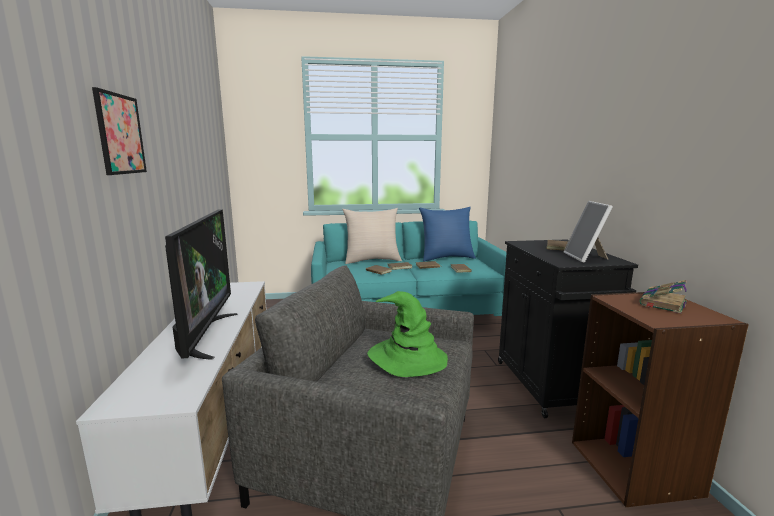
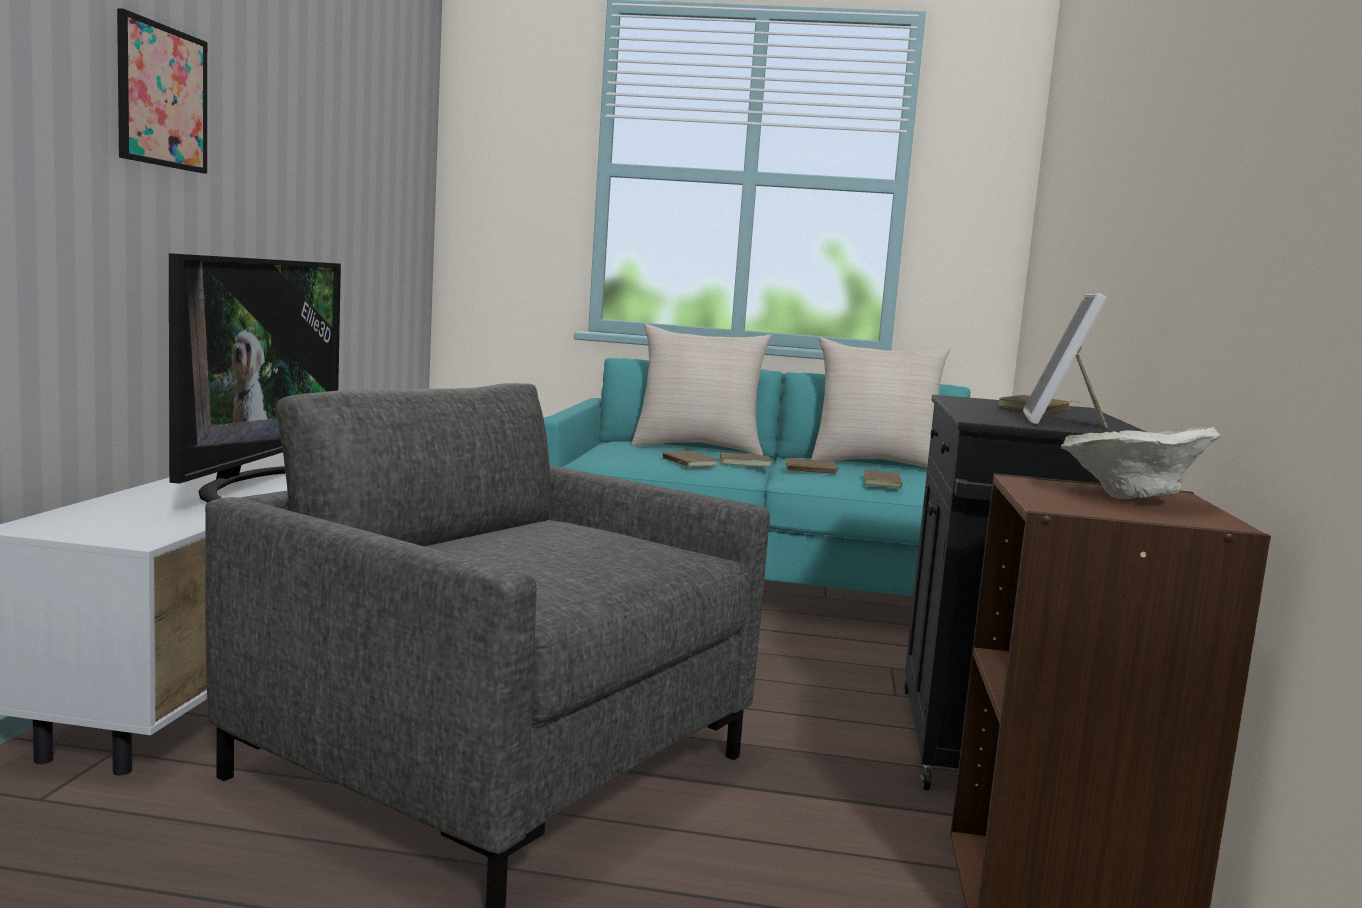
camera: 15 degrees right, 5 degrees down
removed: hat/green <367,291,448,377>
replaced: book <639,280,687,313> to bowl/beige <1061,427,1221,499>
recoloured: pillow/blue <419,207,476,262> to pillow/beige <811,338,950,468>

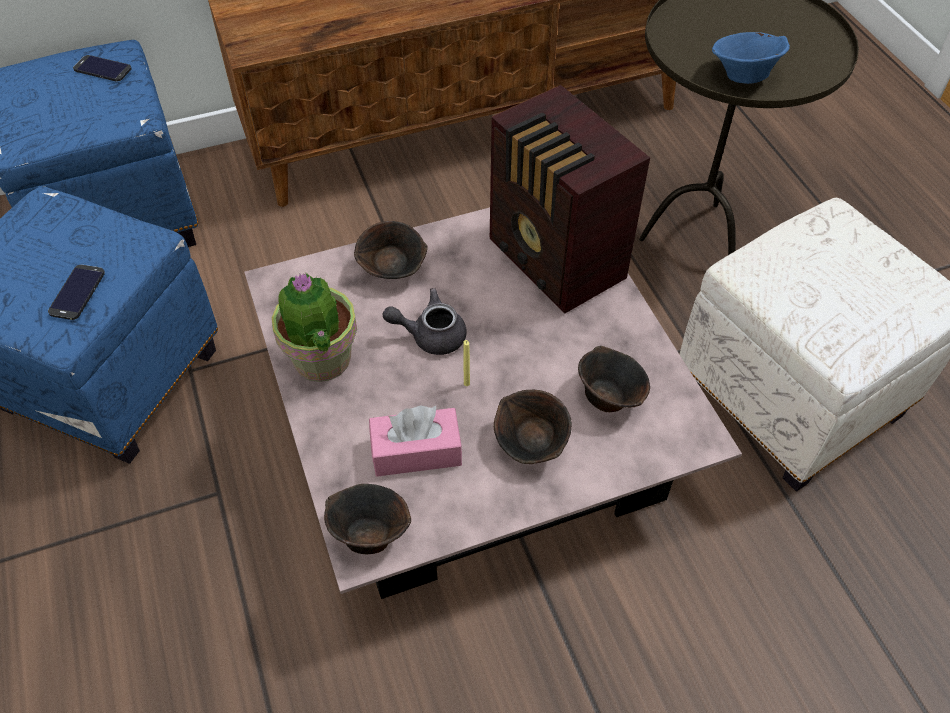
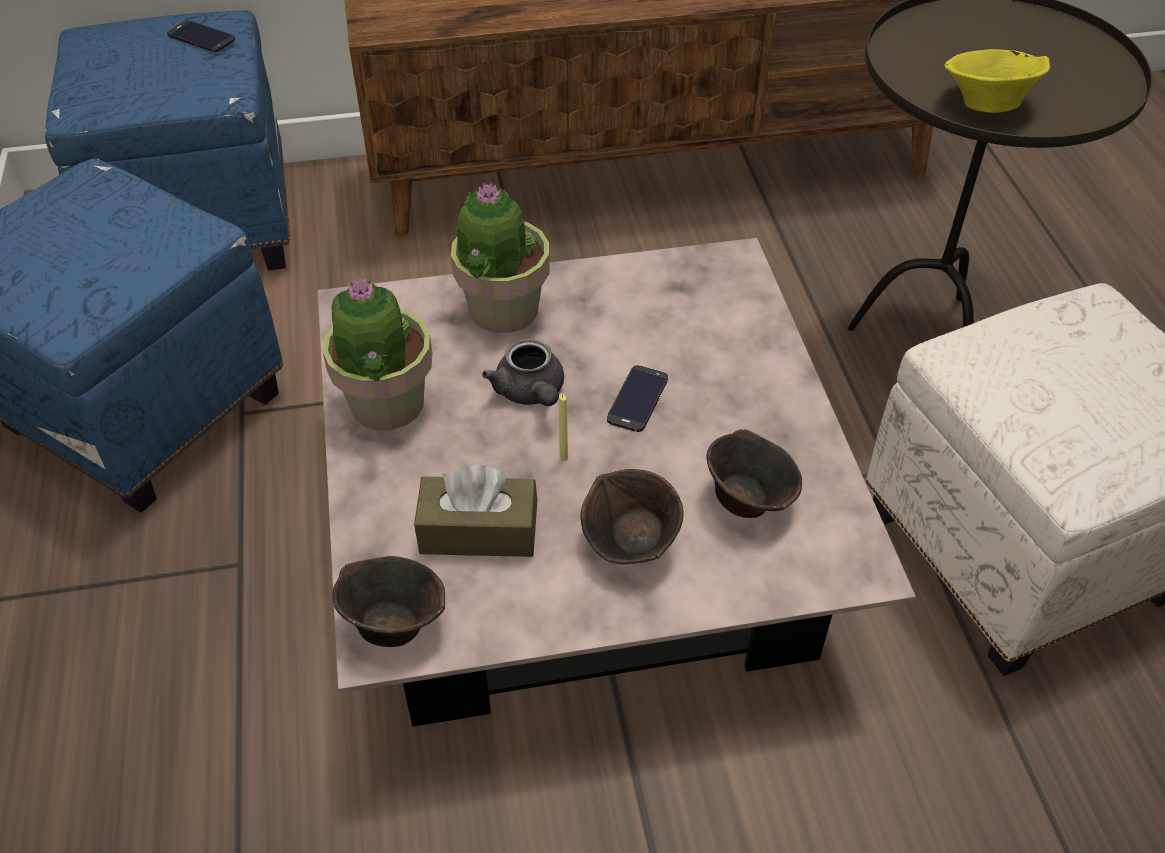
camera: 10 degrees right, 5 degrees down
removed: radio <490,85,650,314>
moved: phone <48,265,105,320> to <607,365,668,432>
replaced: bowl/brown <354,221,428,279> to potted plant <451,182,550,333>
recoloured: bowl/blue <712,32,790,84> to bowl/yellow <944,49,1050,113>; tissue box/pink <369,405,462,476> to tissue box/brown <414,465,537,557>
turned: teapot/grey <383,288,467,355> = <482,339,564,406> 120 degrees counterclockwise

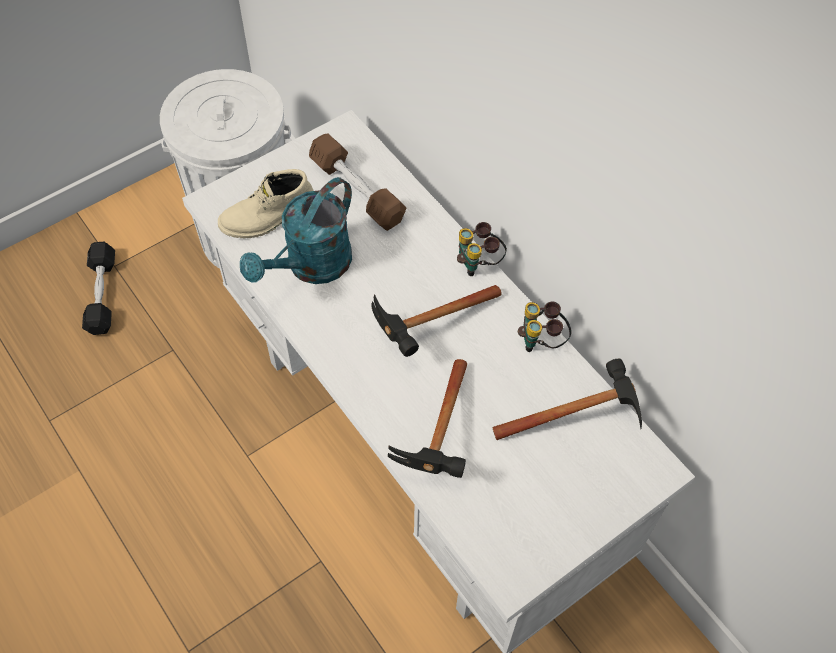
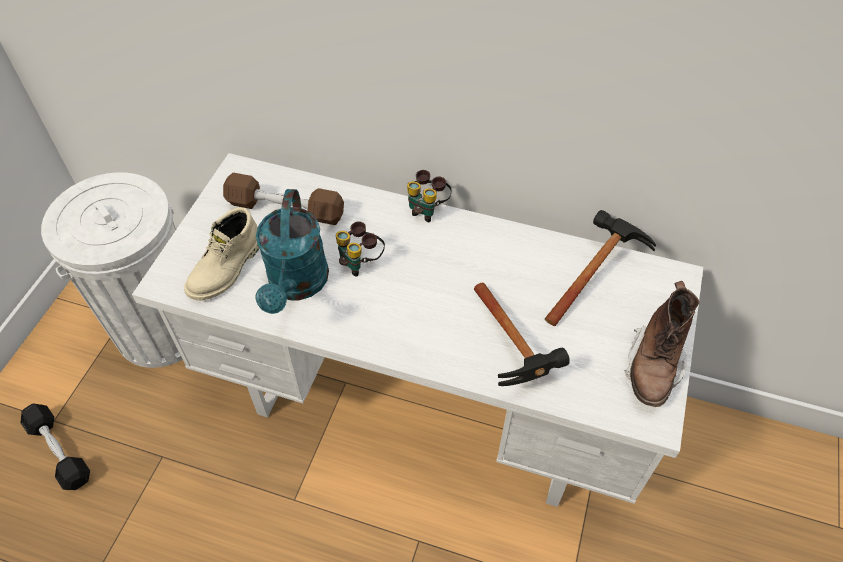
camera: 35 degrees left, 5 degrees down
removed: hammer <371,285,501,357>
added: boot/brown <625,281,699,407>
moved: binoculars <518,302,571,352> to <336,221,385,277>

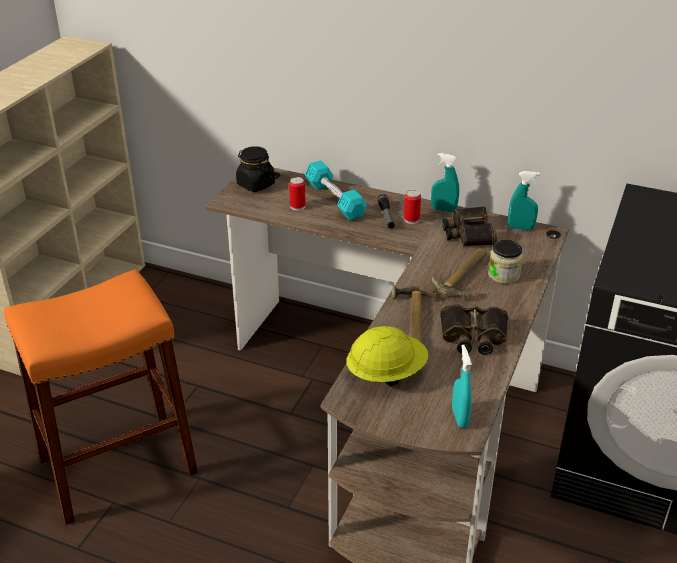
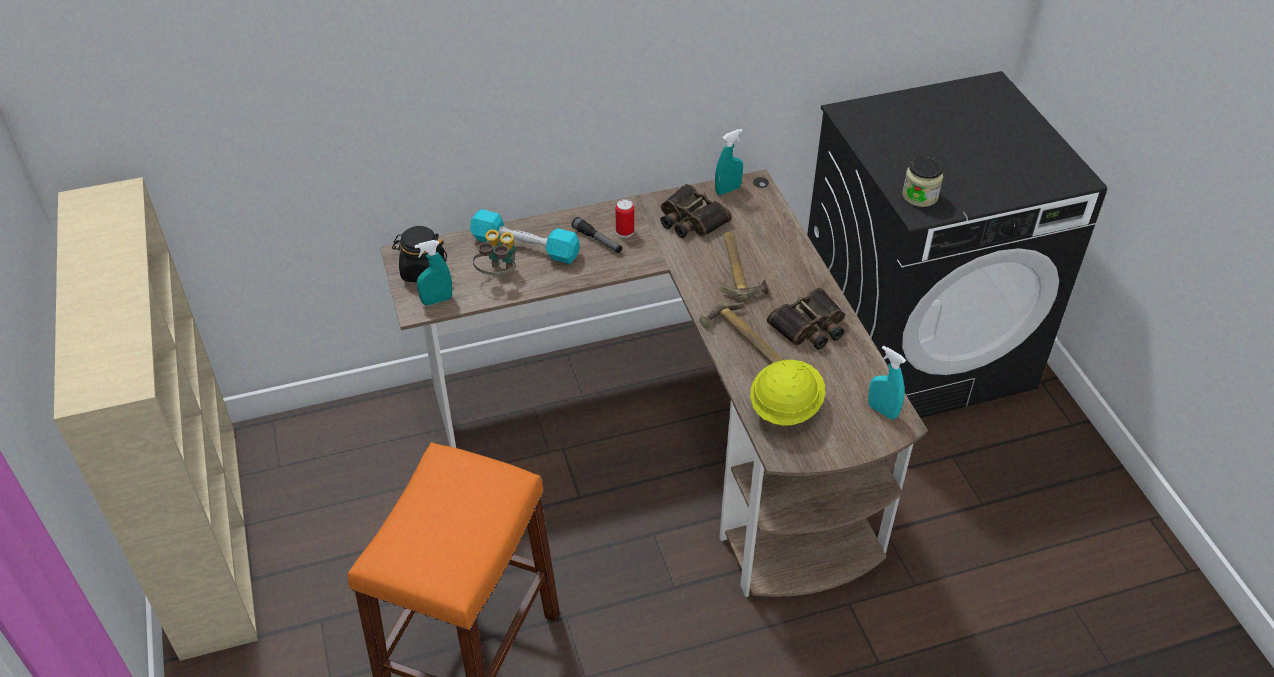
camera: 40 degrees left, 10 degrees up
moved: spray bottle/turquoise <431,153,459,212> to <414,240,452,305>; jar <488,240,523,284> to <902,156,944,207>
replaced: can <289,177,306,211> to binoculars <473,229,516,276>

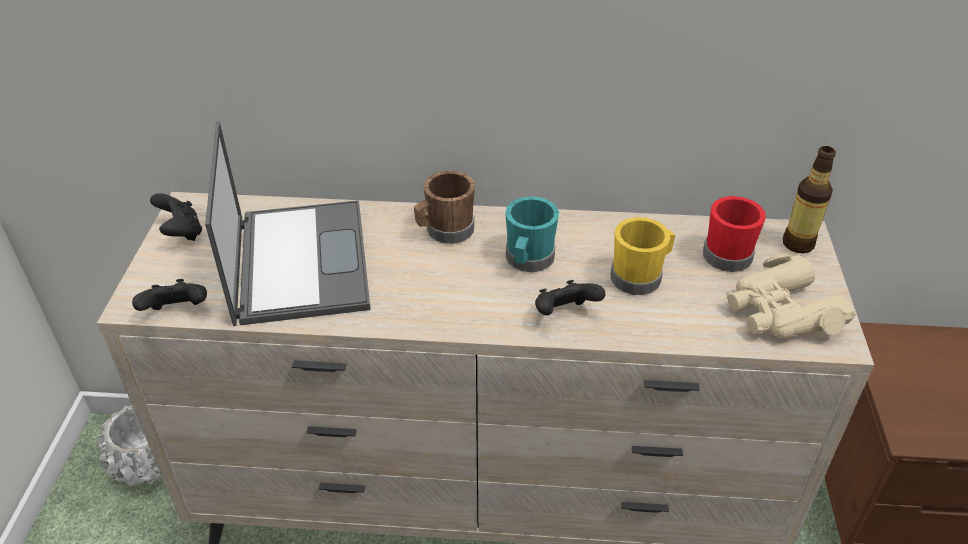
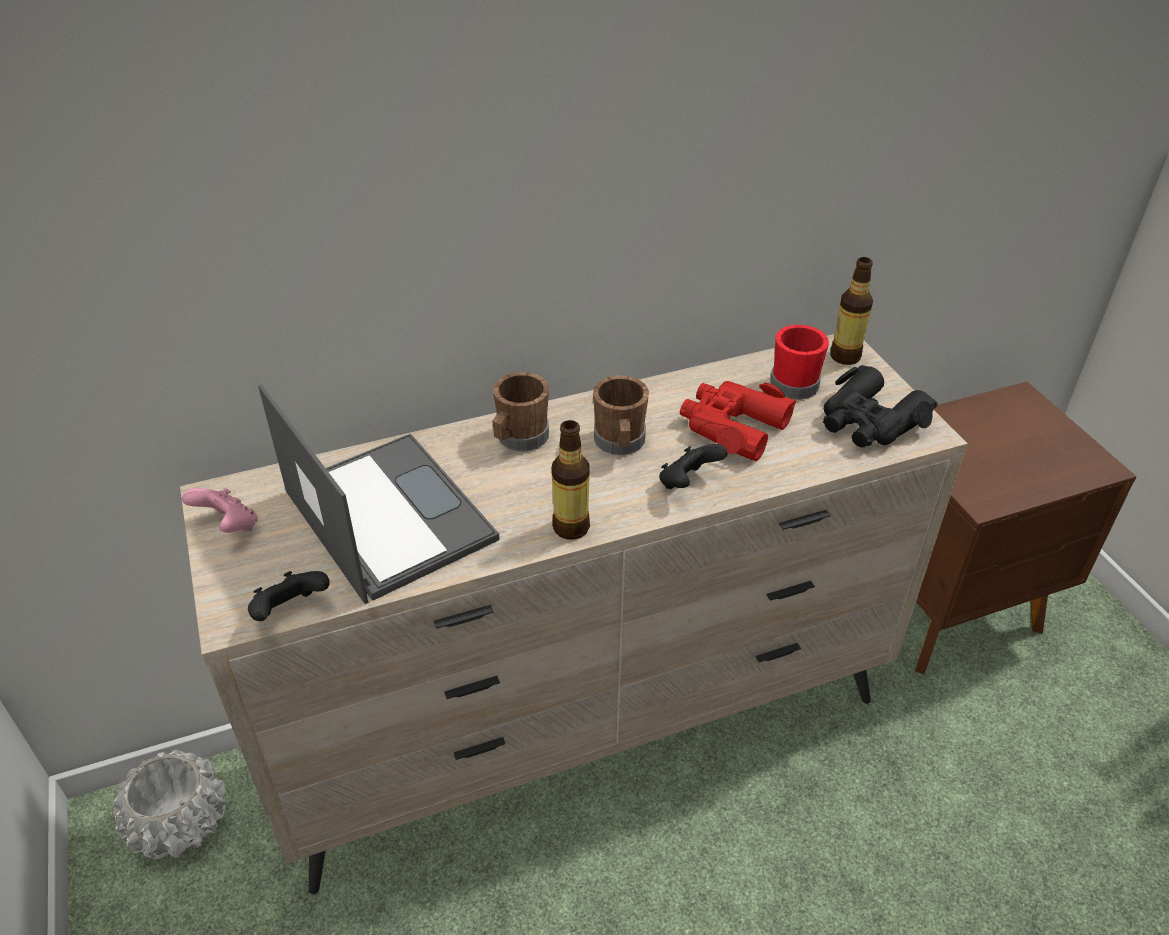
camera: 25 degrees left, 0 degrees up
added: bottle <551,420,590,540>
replaced: mug/yellow <611,217,675,295> to binoculars/red <680,381,796,461>
recoloured: game controller/black <150,193,202,241> to game controller/pink <182,488,258,533>; mug/turquoise <505,196,559,272> to mug/brown <593,375,649,455>; binoculars/beige <727,254,856,339> to binoculars/black <823,365,938,448>

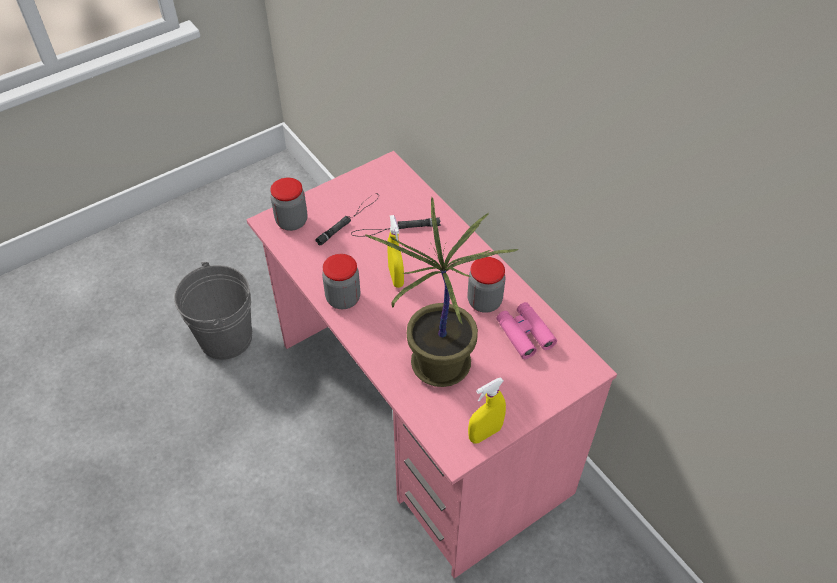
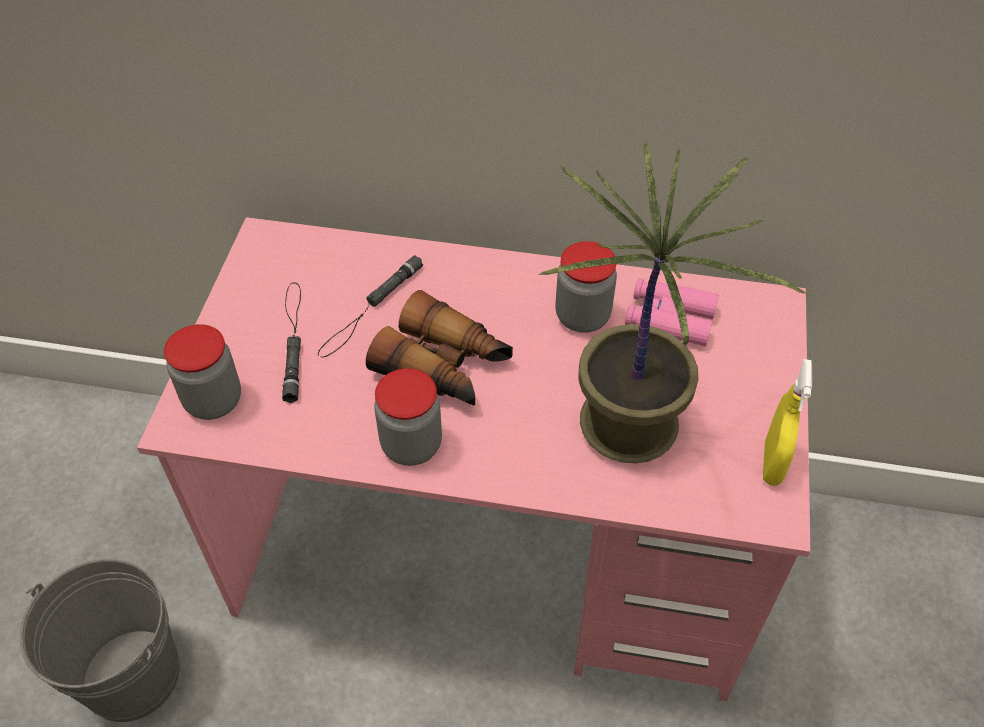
camera: 45 degrees left, 0 degrees up
replaced: spray bottle/yellow <387,215,404,288> to binoculars <366,290,513,405>

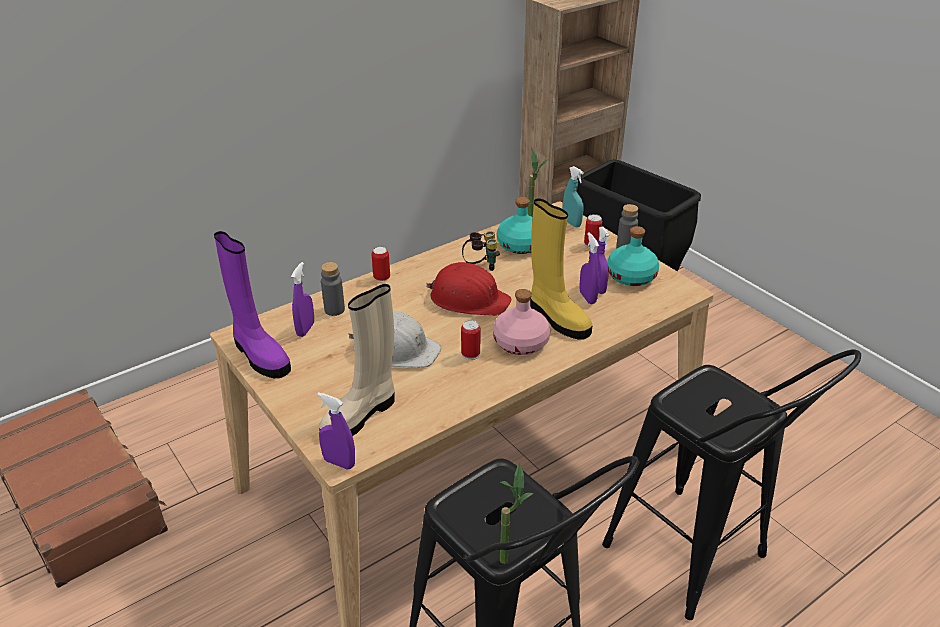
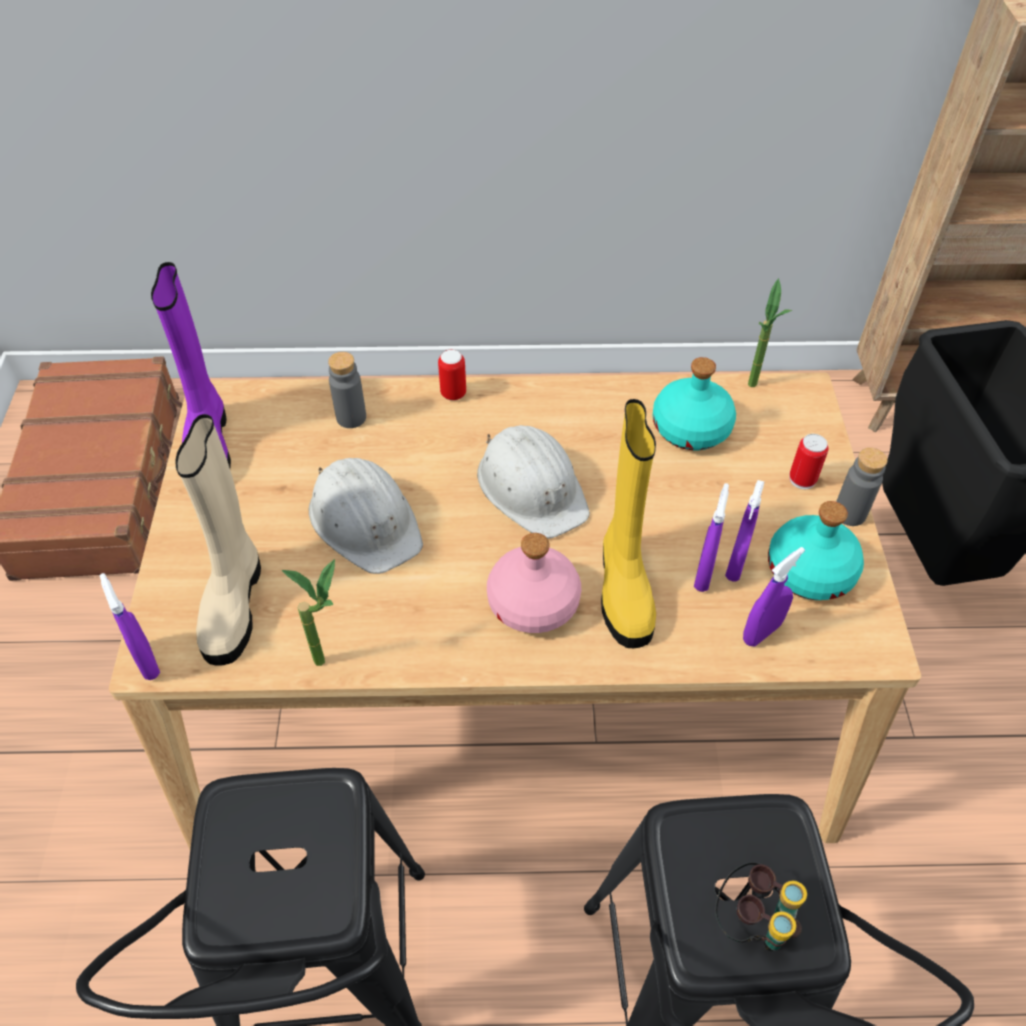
camera: 35 degrees right, 15 degrees up
removed: spray bottle/turquoise <563,166,584,227>; can <461,320,481,360>
moved: binoculars <462,231,500,271> to <715,862,807,951>; spray bottle/purple <291,262,314,337> to <743,547,805,647>; potted plant <500,463,533,564> to <282,559,335,666>
recoloured: hard hat/red <427,262,512,316> to hard hat/white <477,425,590,539>
turned: boot/beige <319,284,395,436> = <175,414,261,665> 75 degrees counterclockwise

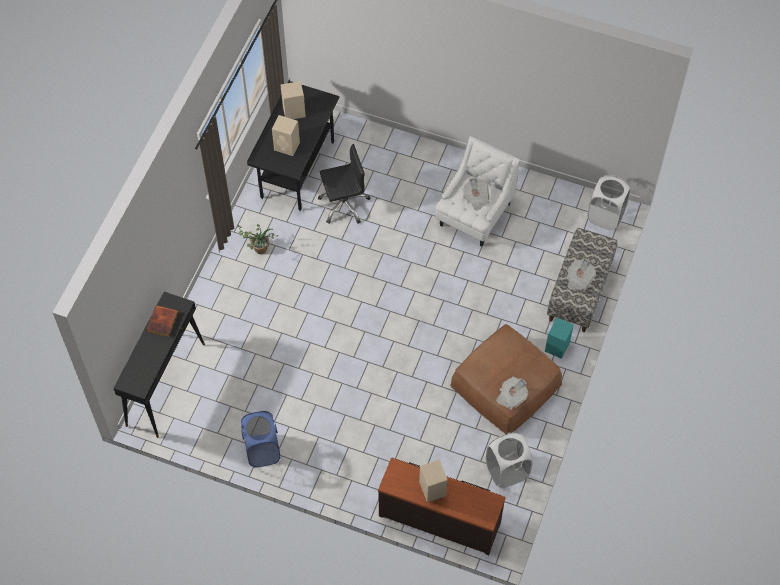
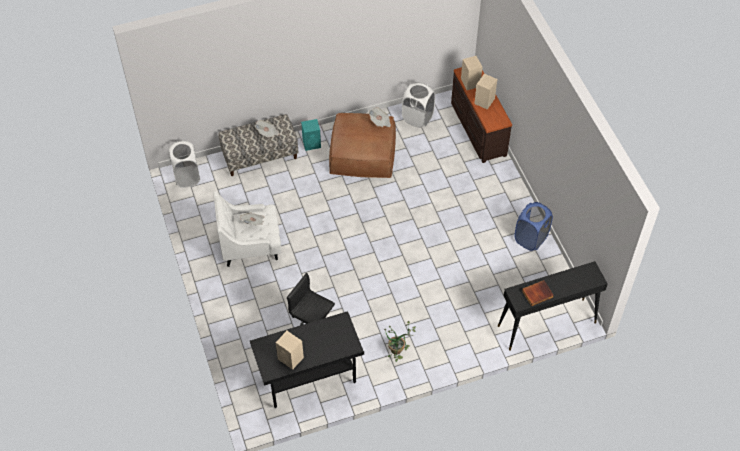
camera: 130 degrees left, 5 degrees down
moved: speaker/beige <272,115,300,156> to <461,56,483,90>

